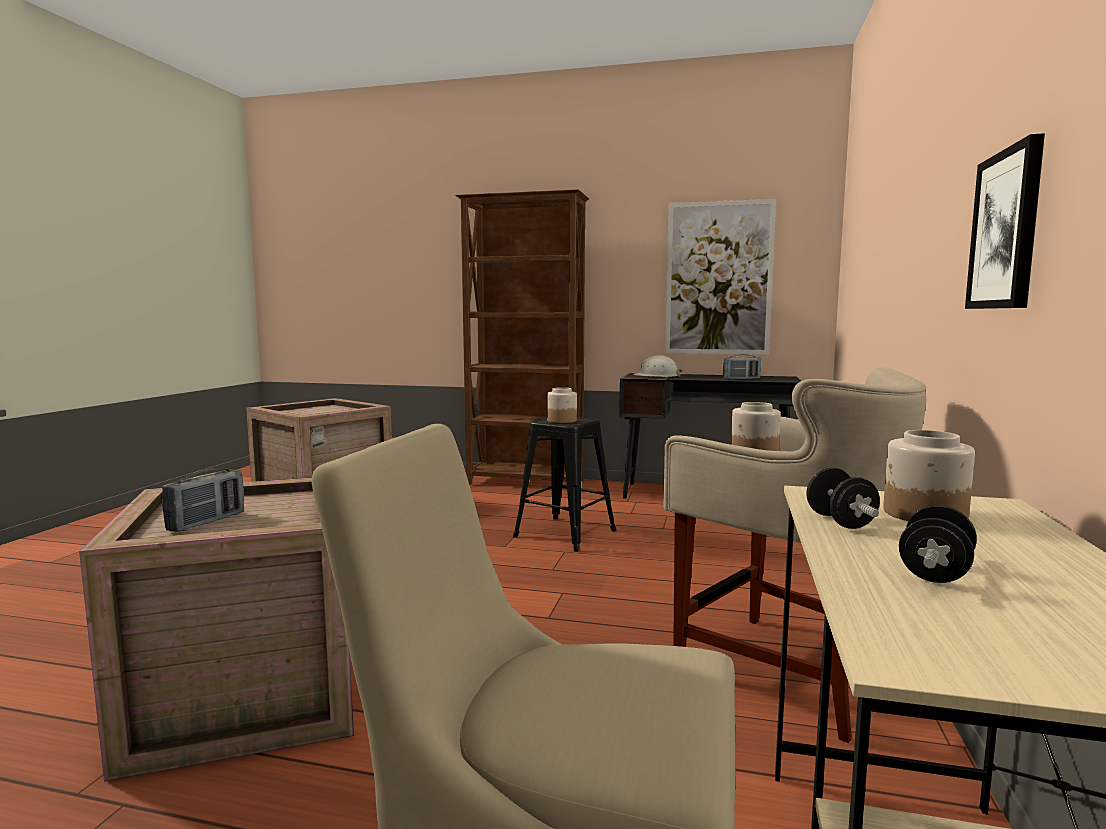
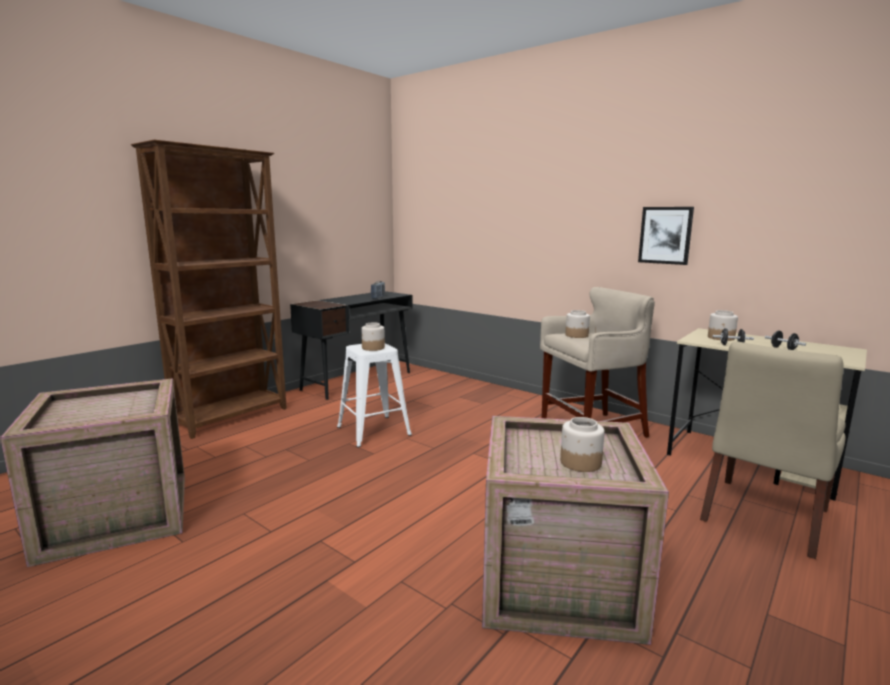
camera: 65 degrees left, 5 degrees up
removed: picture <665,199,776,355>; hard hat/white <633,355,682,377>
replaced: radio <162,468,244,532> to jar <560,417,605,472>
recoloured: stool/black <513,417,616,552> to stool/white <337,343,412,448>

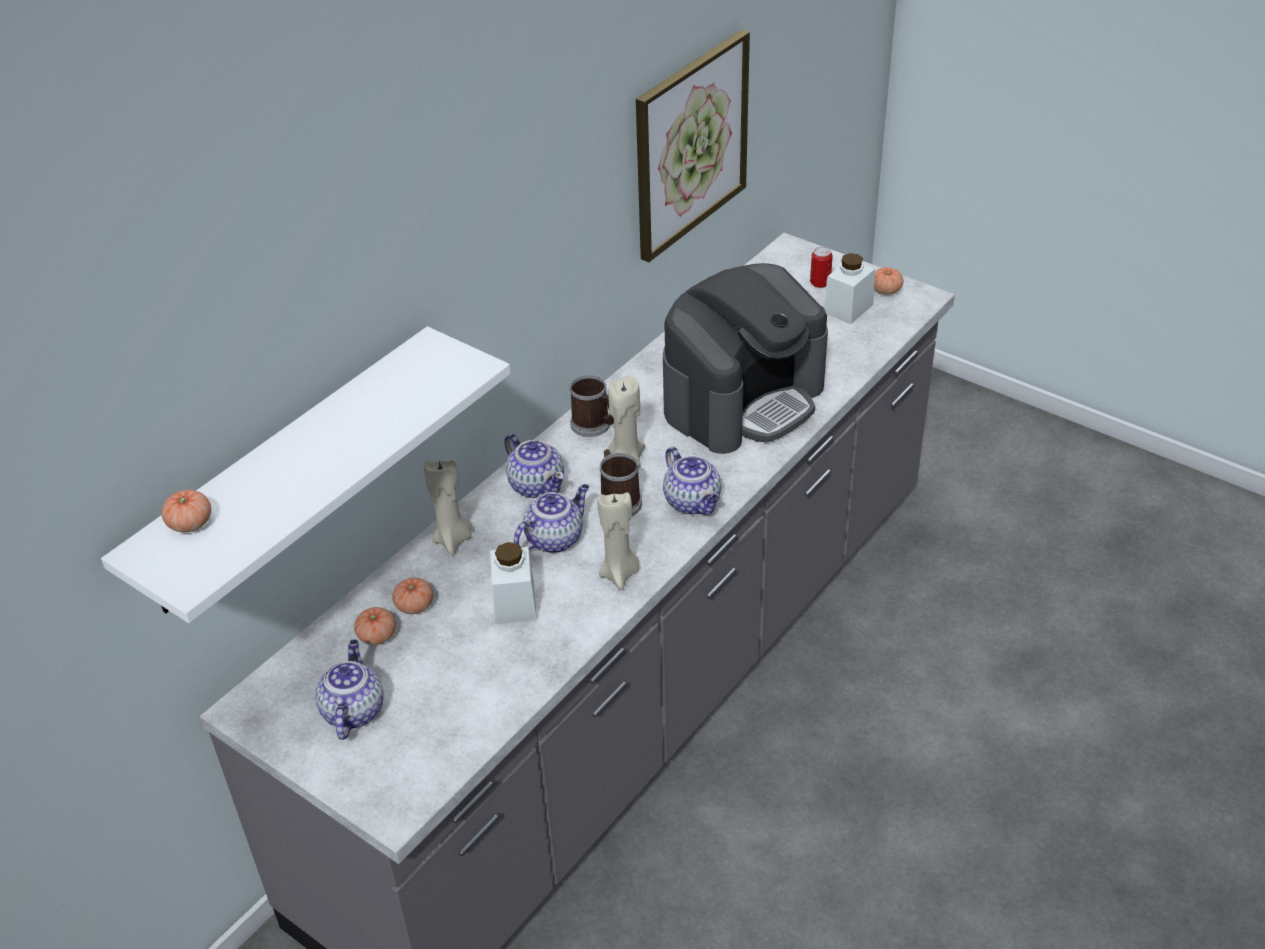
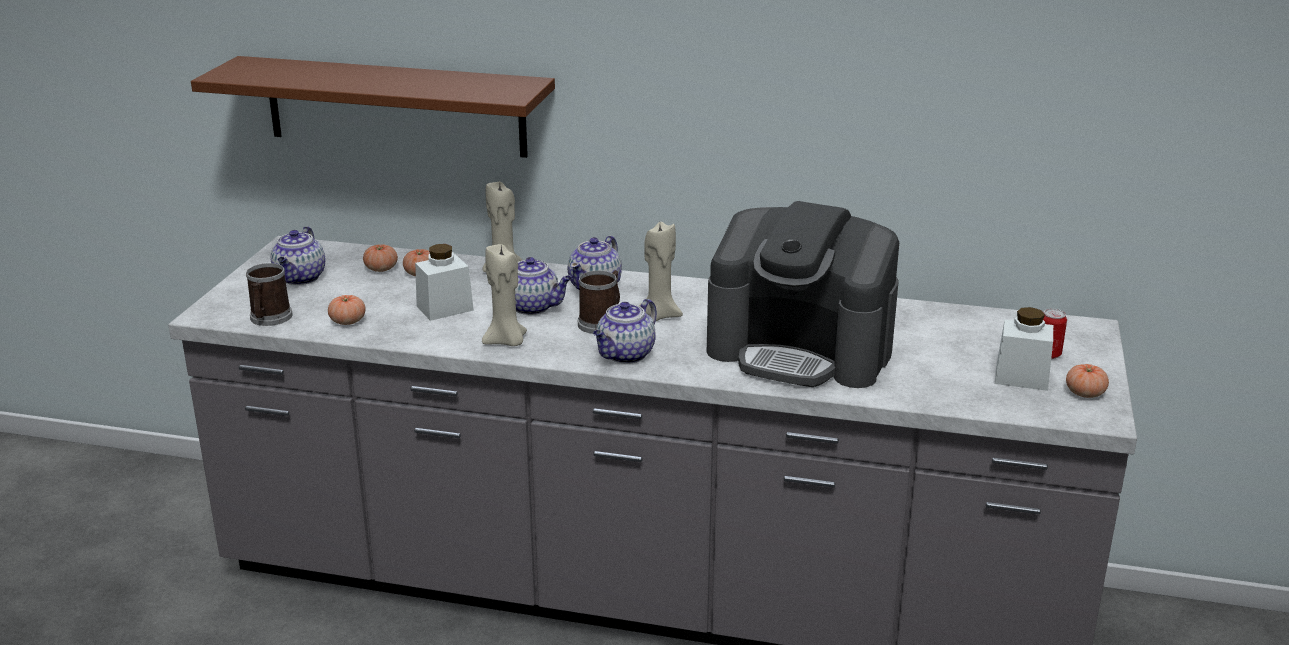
camera: 65 degrees right, 15 degrees down
removed: picture <636,30,750,262>
moved: mug <570,375,614,437> to <246,263,293,326>; tomato <161,490,211,532> to <328,295,366,325>
recoloured: shelf/white <101,326,511,623> to shelf/brown <191,56,555,158>
turned: teapot <315,639,384,740> = <270,226,325,285> 120 degrees clockwise

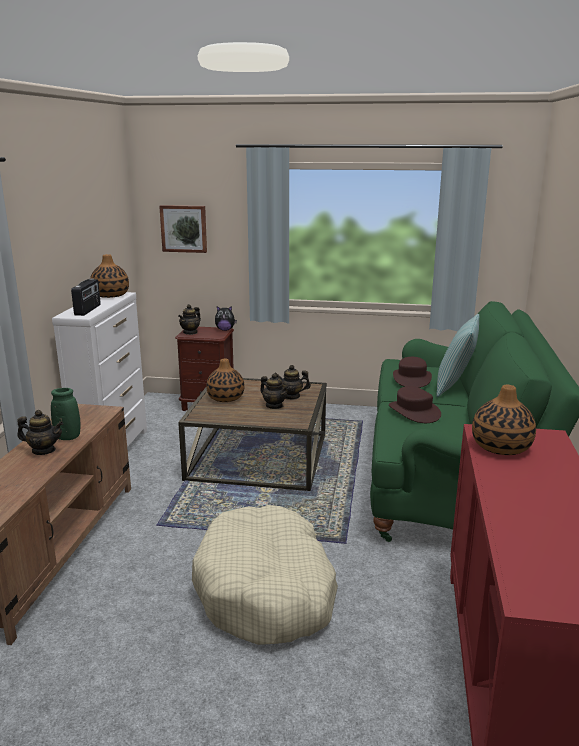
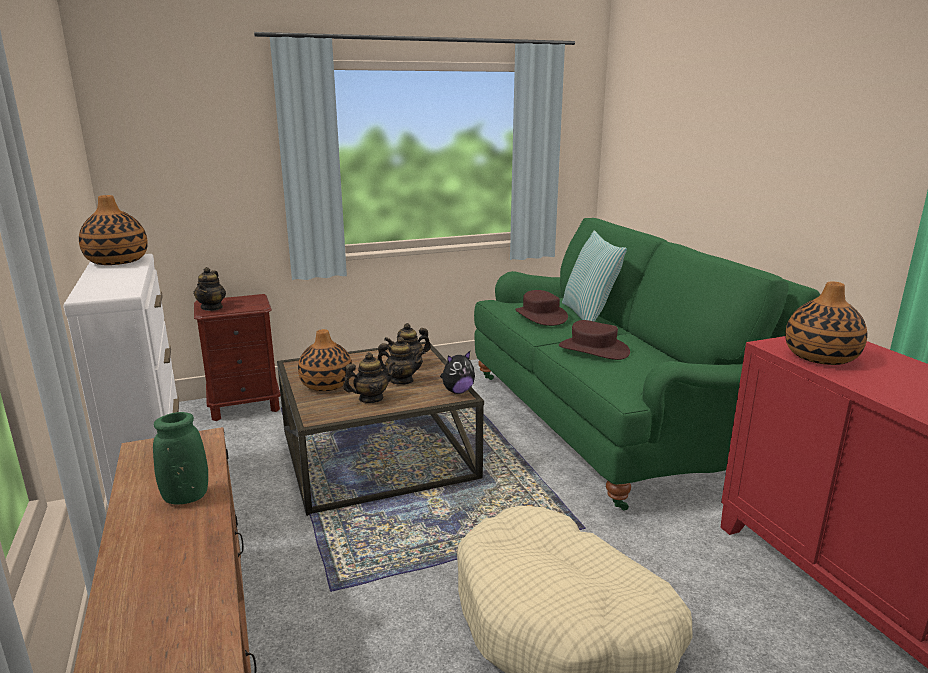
camera: 30 degrees left, 0 degrees up
removed: picture <159,205,207,253>; radio <71,278,101,316>
moved: plush toy <215,306,237,331> to <440,351,475,394>; teapot <17,410,63,455> to <343,352,396,403>

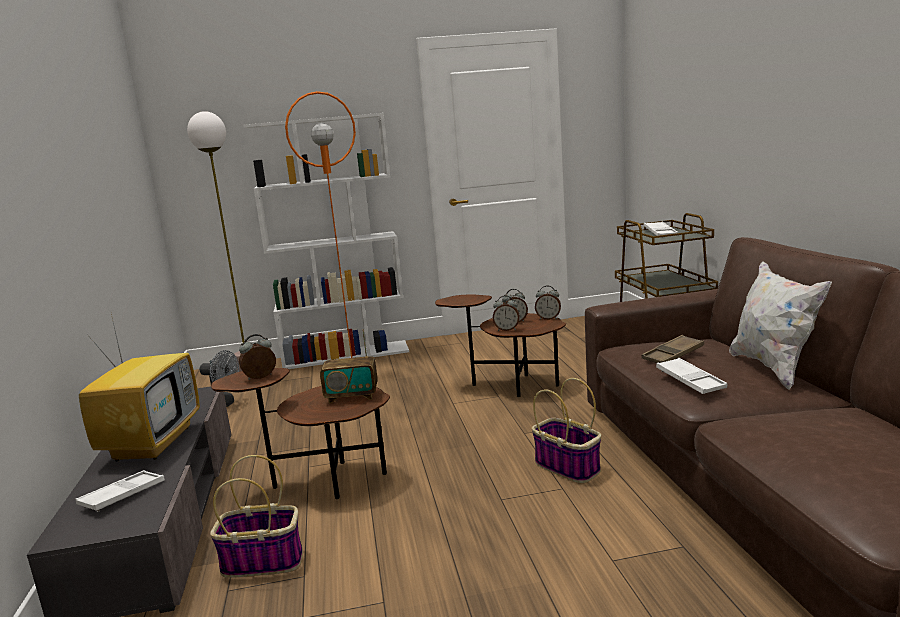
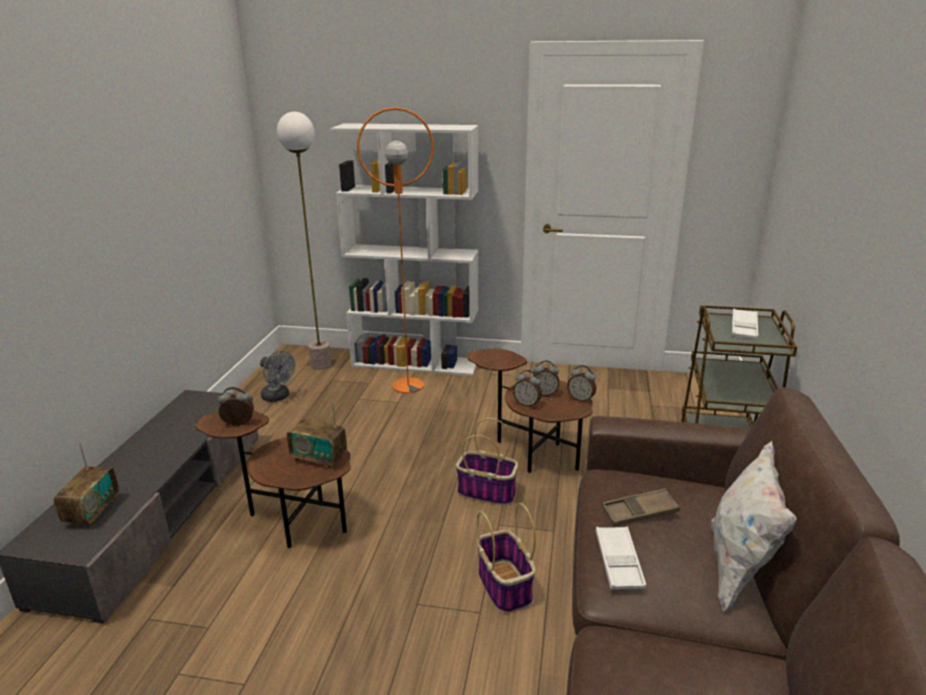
camera: 20 degrees right, 10 degrees up
removed: television <79,305,200,462>
moved: basket <210,455,303,578> to <456,418,518,506>
replaced: tray/white <75,470,165,512> to radio <53,443,119,528>

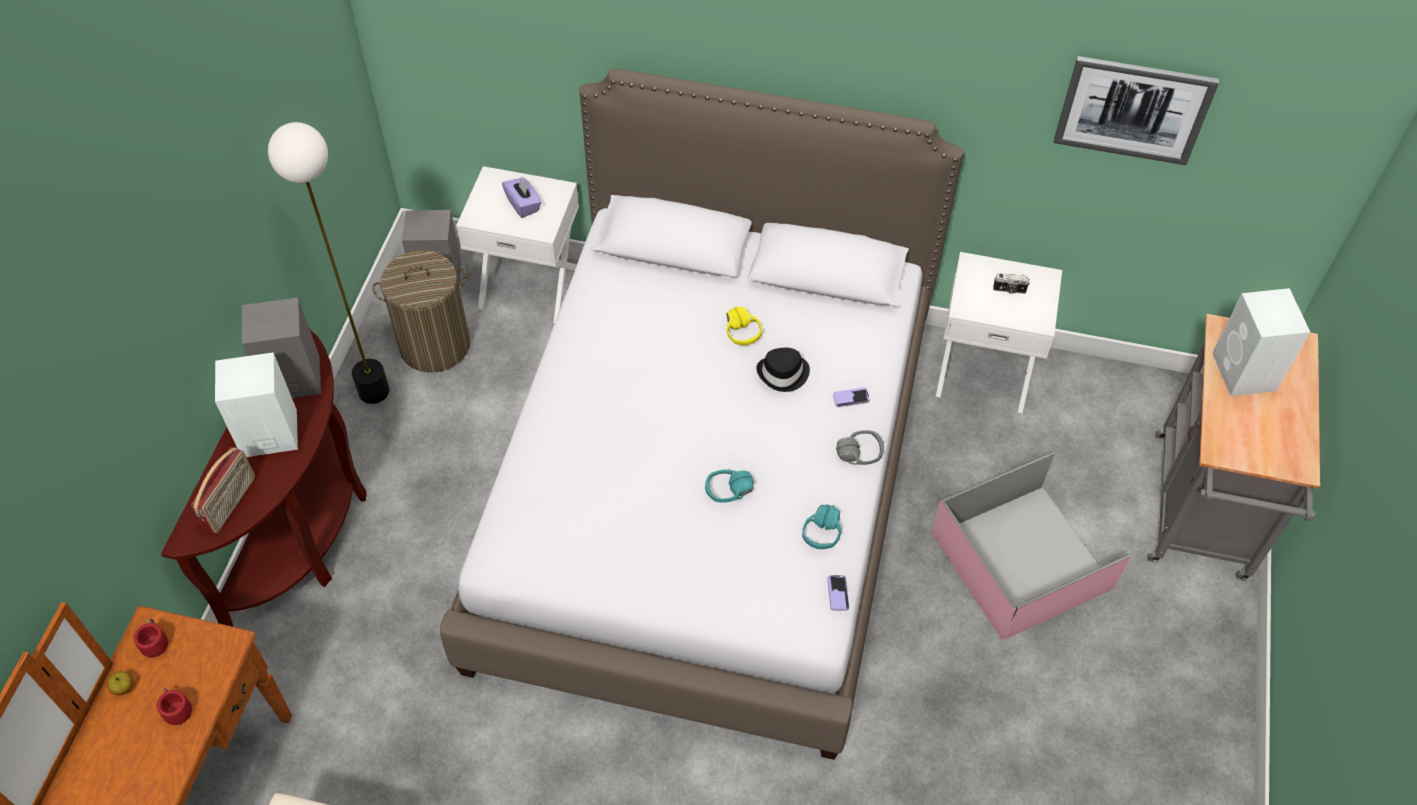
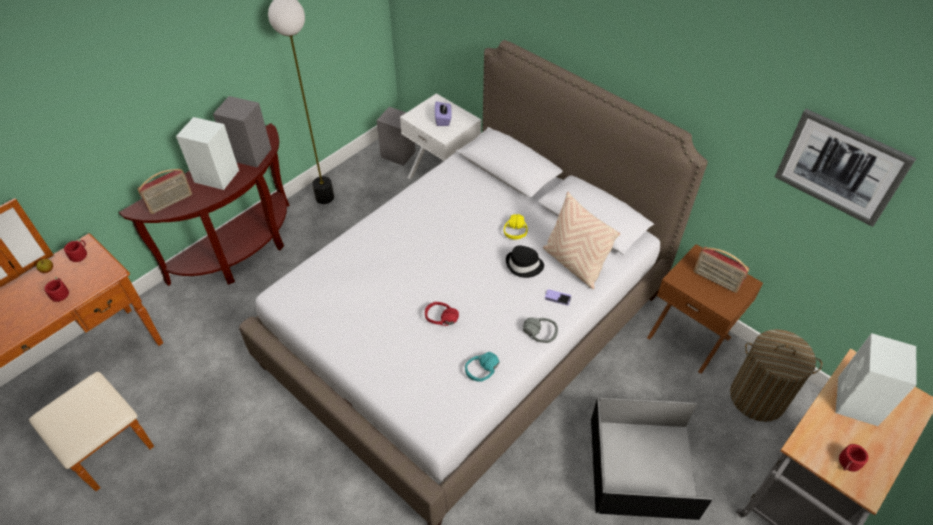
camera: 30 degrees right, 5 degrees down
removed: phone <827,575,849,610>
added: pillow/beige <543,192,621,289>; mug/red <839,444,868,472>
moved: laundry basket <372,250,470,373> to <730,329,823,422>
replaced: photo camera <993,273,1030,294> to radio <694,247,749,293>
recoloured: nightstand/white <936,252,1062,413> to nightstand/brown <647,244,763,374>; storage box/pink <932,452,1131,640> to storage box/black <591,397,713,520>; headphones/turquoise <705,469,754,503> to headphones/red <425,302,459,326>

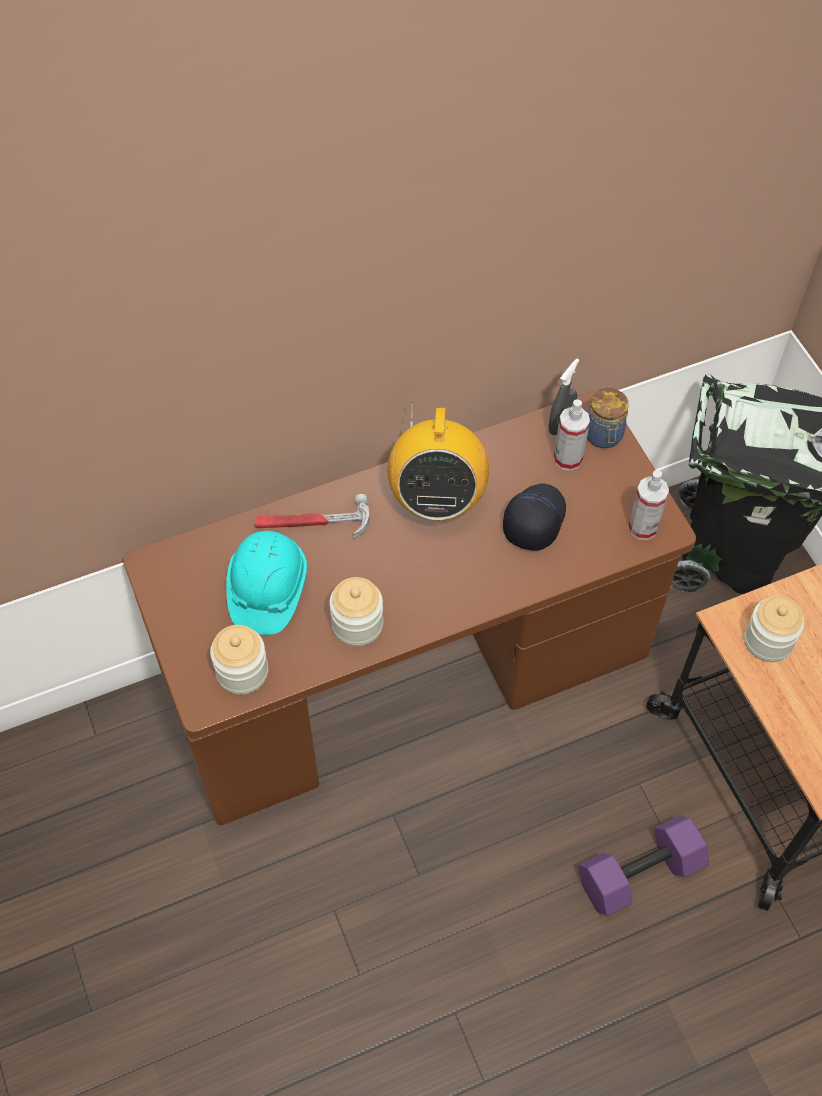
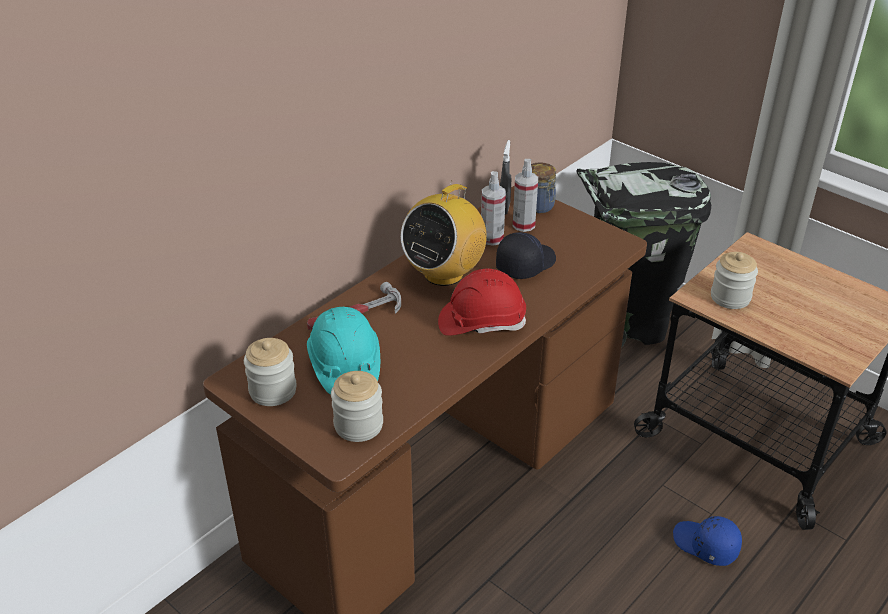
camera: 25 degrees left, 20 degrees down
added: hard hat/red <438,269,526,336>
moved: spray bottle <628,470,669,540> to <481,171,506,246>; jar <329,577,383,646> to <244,338,297,406>
replaced: dumbbell/purple <578,816,709,916> to cap/blue <673,516,742,566>
turned: radio <388,402,489,521> = <401,181,487,286> 60 degrees clockwise; cap/black <503,483,566,551> = <496,232,556,279> 45 degrees clockwise

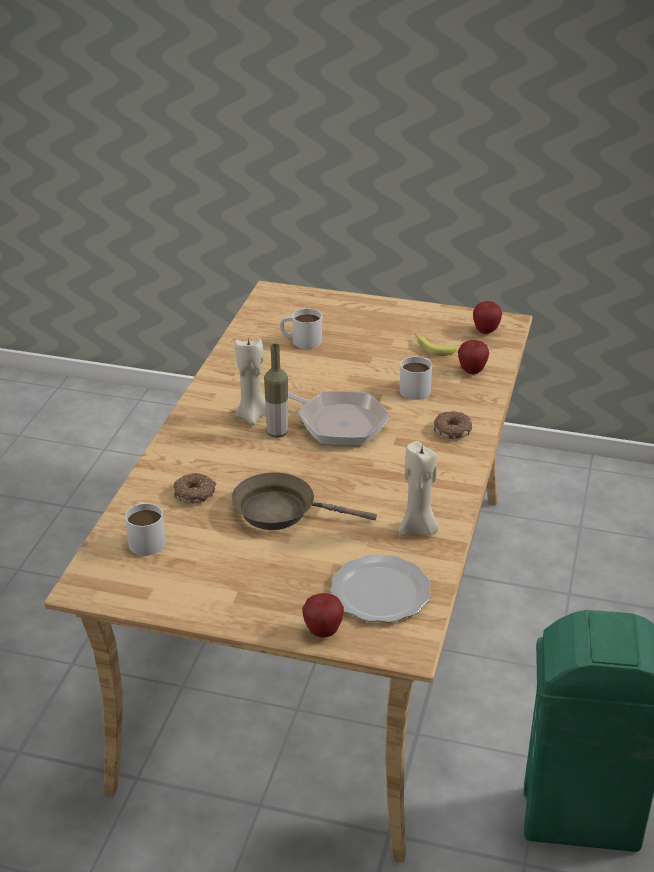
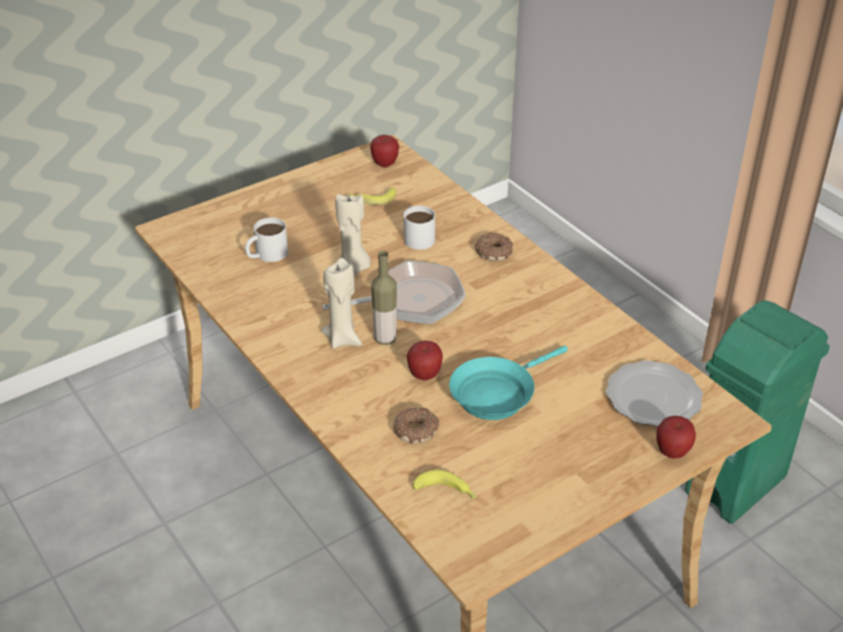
camera: 50 degrees left, 5 degrees up
moved: apple <458,340,489,374> to <407,340,443,380>; candle/beige <399,441,438,536> to <335,194,371,277>
replaced: mug/white <125,502,166,556> to banana <413,470,477,499>
recoloured: frying pan/brown <232,472,377,530> to frying pan/turquoise <449,346,568,420>

